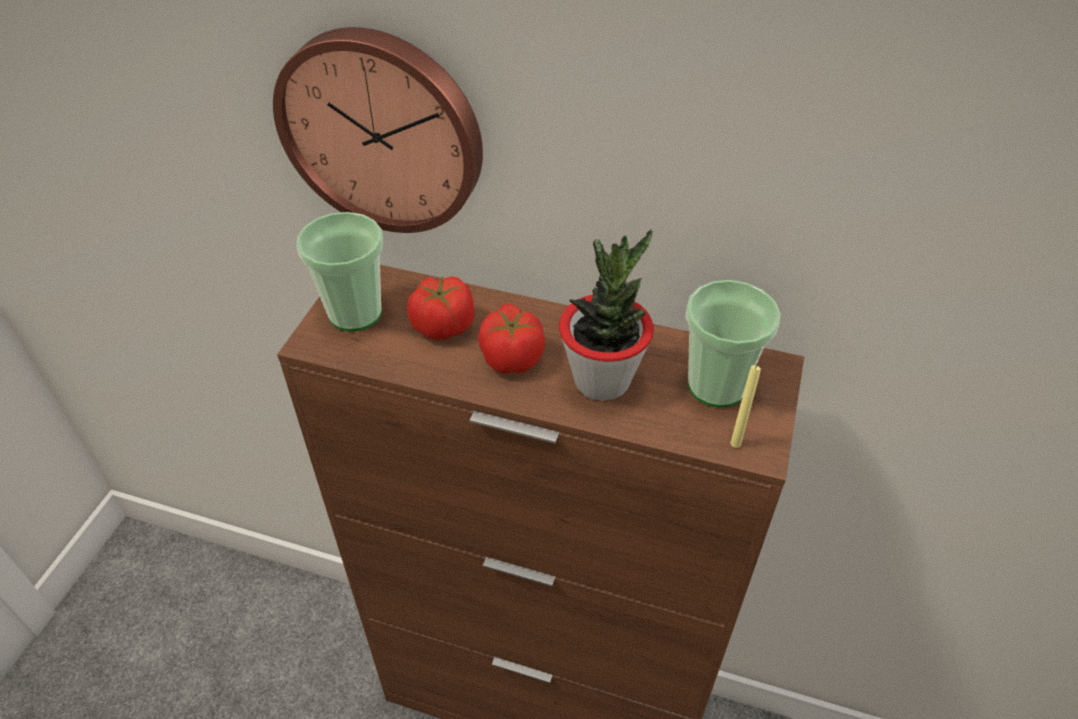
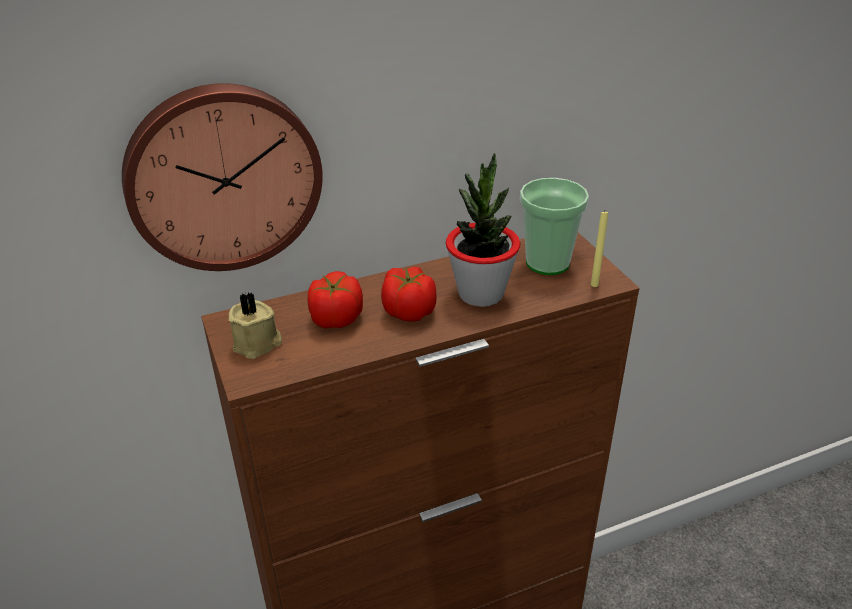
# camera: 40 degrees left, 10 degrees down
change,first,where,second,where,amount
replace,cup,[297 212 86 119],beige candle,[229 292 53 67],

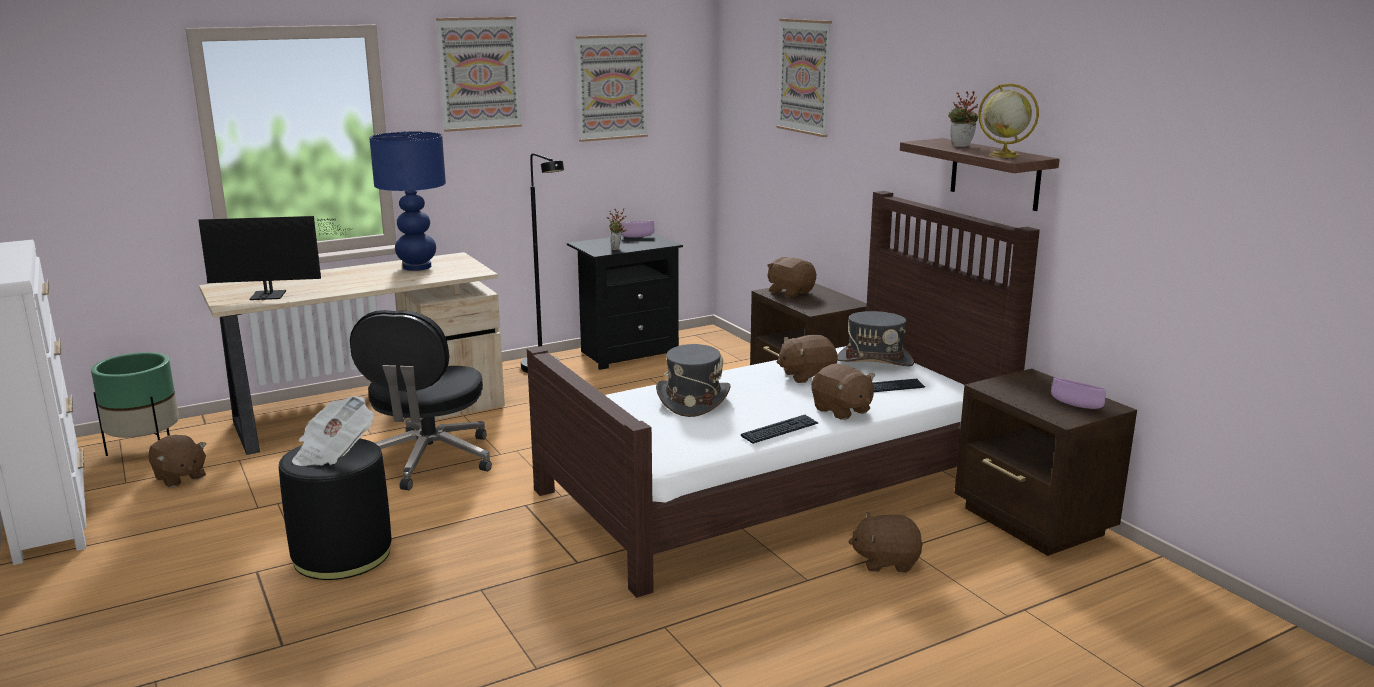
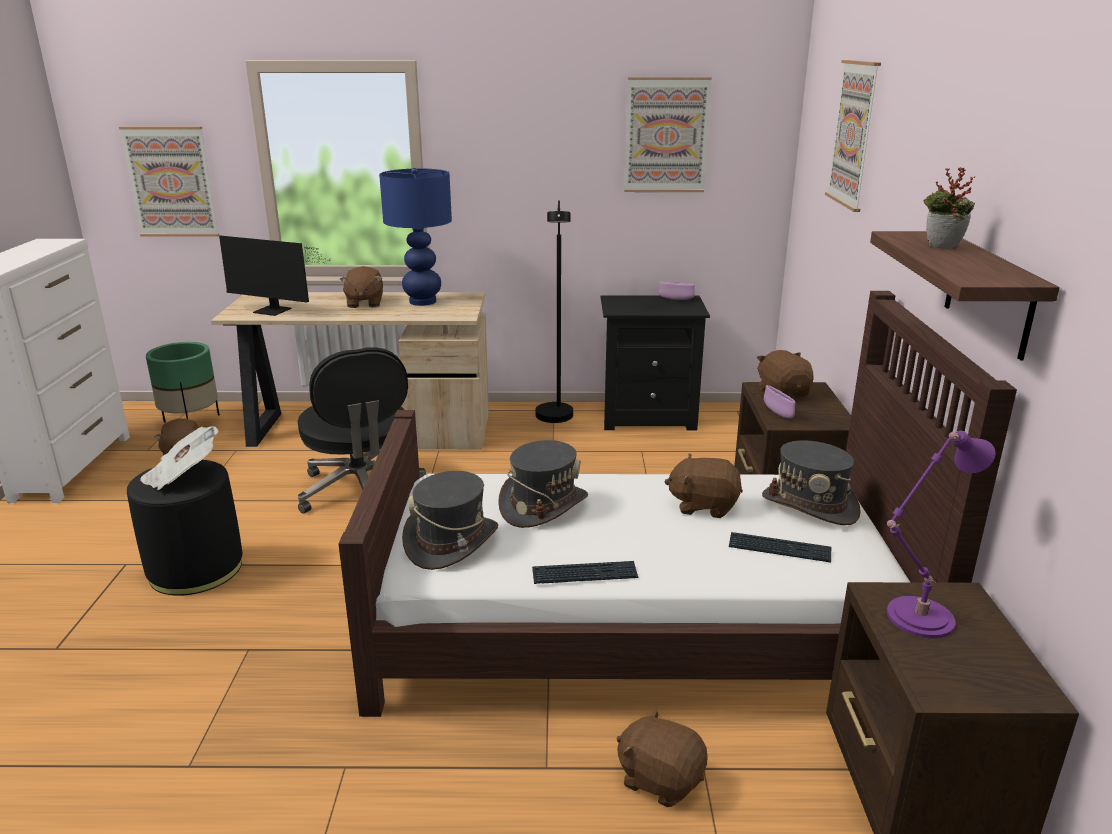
# camera: 30 degrees right, 5 degrees up
change,first,where,second,where,amount
move,picture,[436 17 86 115],,[119 126 100 111],
delete,globe,[978 84 61 74],,,
delete,houseplant,[607 209 20 41],,,
rotate,blackish office chair,[350 310 142 180],,[298 347 128 167],60 degrees counterclockwise
move,brown-coloured soft toy,[811 364 64 56],,[340 266 43 42],
move,purple serving bowl,[1051 378 55 31],,[764 385 31 34],
insert,,,purple table lamp,[887 431 108 207],
insert,,,greyish clothing hat,[402 471 96 99],

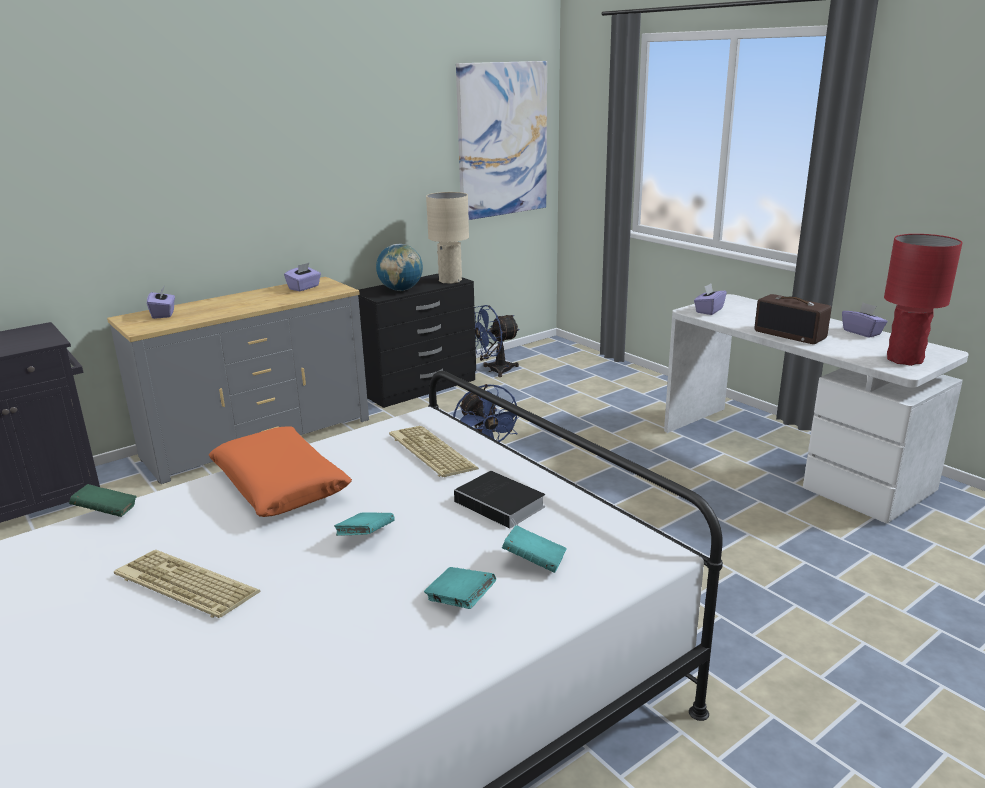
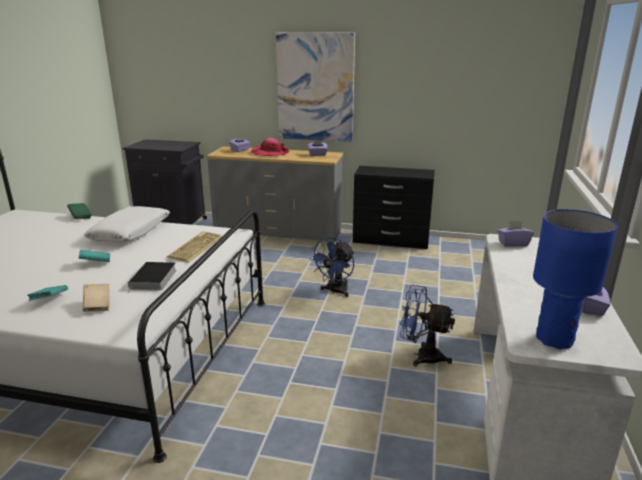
# camera: 50 degrees right, 0 degrees up
change,first,where,second,where,amount
move,picture,[456 61 91 159],,[276 32 79 110],
delete,beige table lamp,[426 192 43 92],,,
recolor,red-coloured table lamp,[884 234 78 132],bluish table lamp,[533 209 85 140],
delete,globe,[376 244 47 47],,,
delete,radio set,[755 294 76 50],,,
move,bluish fan,[474 305 46 72],,[400 285 55 81],
recolor,orangey pillow,[208 426 144 91],white-coloured pillow,[84 206 86 36],
recolor,blue-green volume,[502 525 64 48],beige volume,[83 284 27 28],
delete,PC keyboard,[114 550 147 68],,,
insert,,,clothing hat,[251 138 38 18],

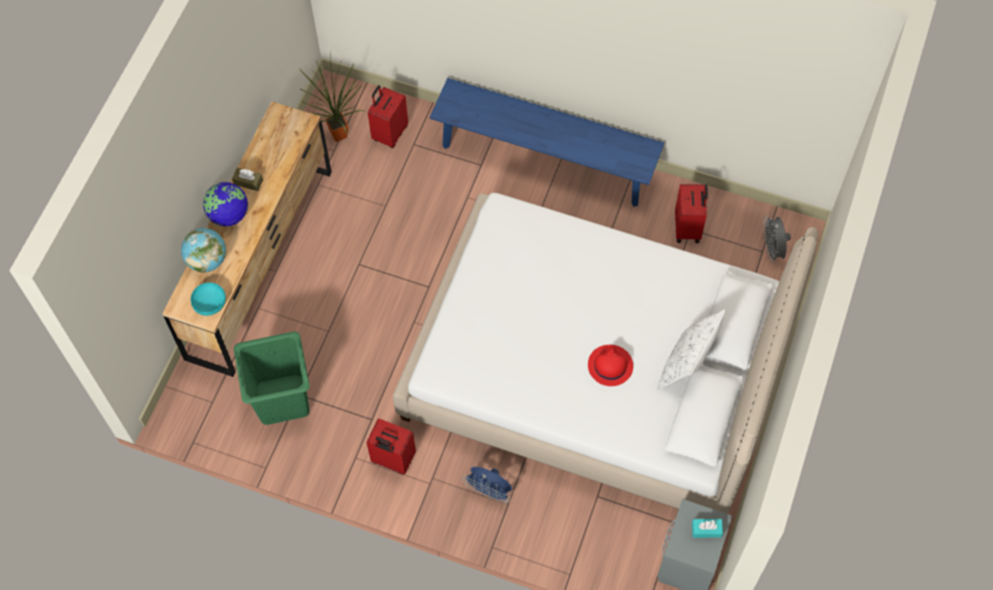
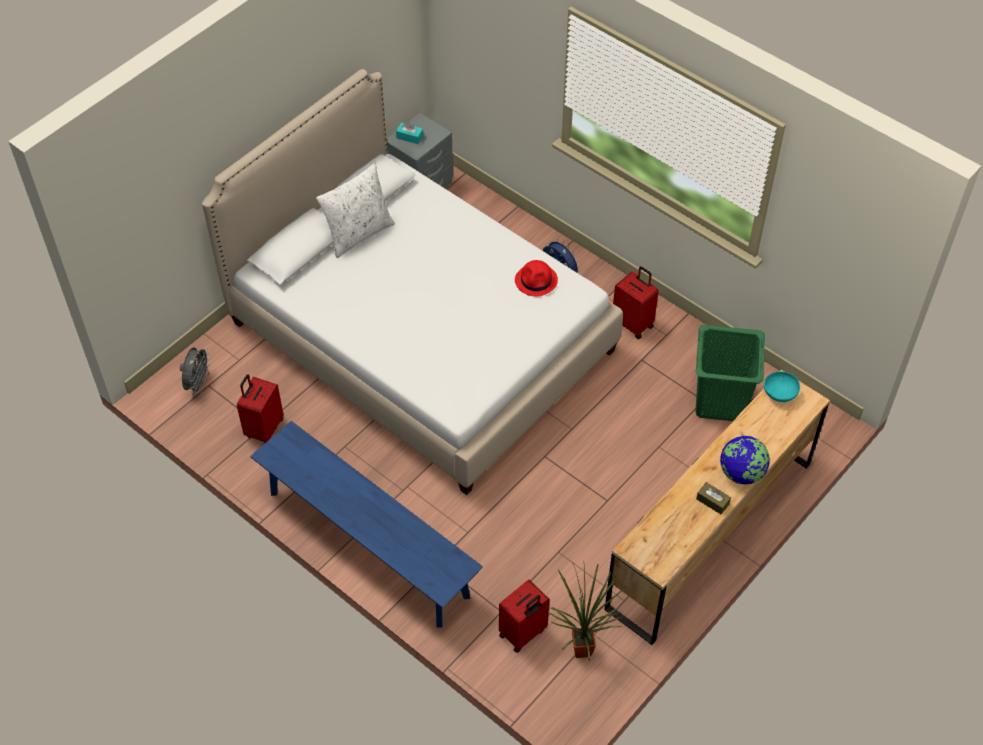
# camera: 160 degrees left, 10 degrees down
change,first,where,second,where,amount
delete,globe,[181 228 45 45],,,
move,red-coloured clothing hat,[588 345 45 41],,[515 260 43 37],

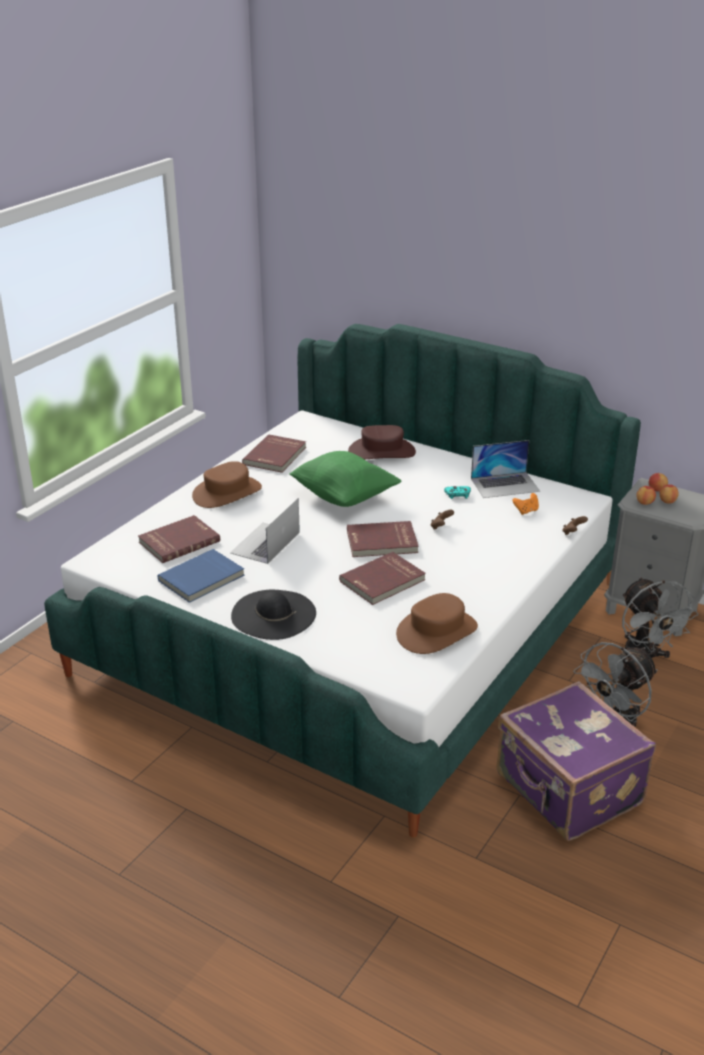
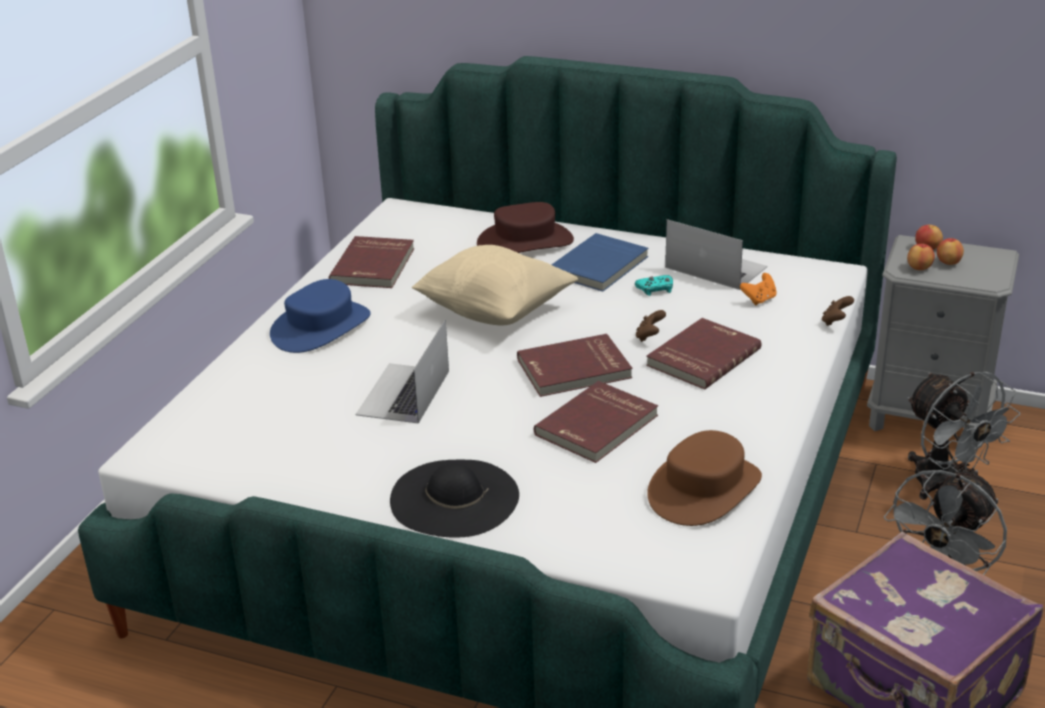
# camera: 10 degrees left, 0 degrees up
change,first,where,second,where,amount
rotate,notebook computer,[471 440 69 58],,[665 219 102 71],120 degrees counterclockwise
recolor,green-coloured pillow,[289 451 113 56],beige pillow,[412 245 166 81],
recolor,brown-coloured clothing hat,[192 461 70 47],bluish clothing hat,[270 279 101 74],
move,red-coloured volume,[138 515 82 48],,[646 318 115 72],
move,bluish volume,[158 549 86 54],,[552 233 96 58],

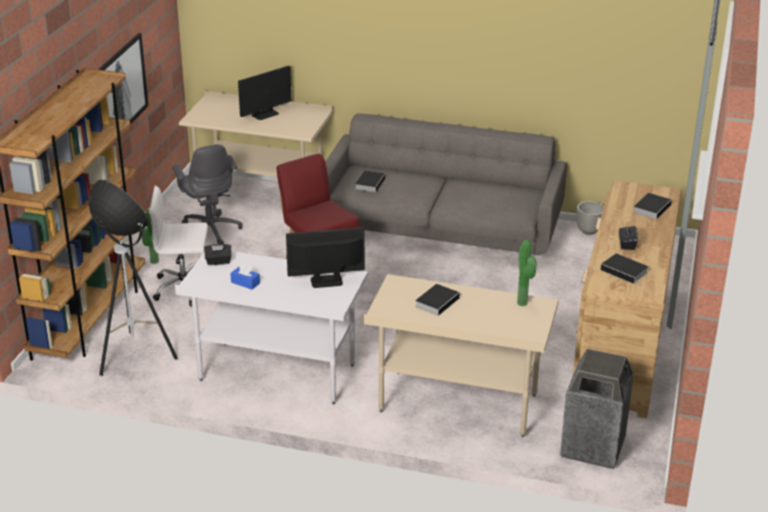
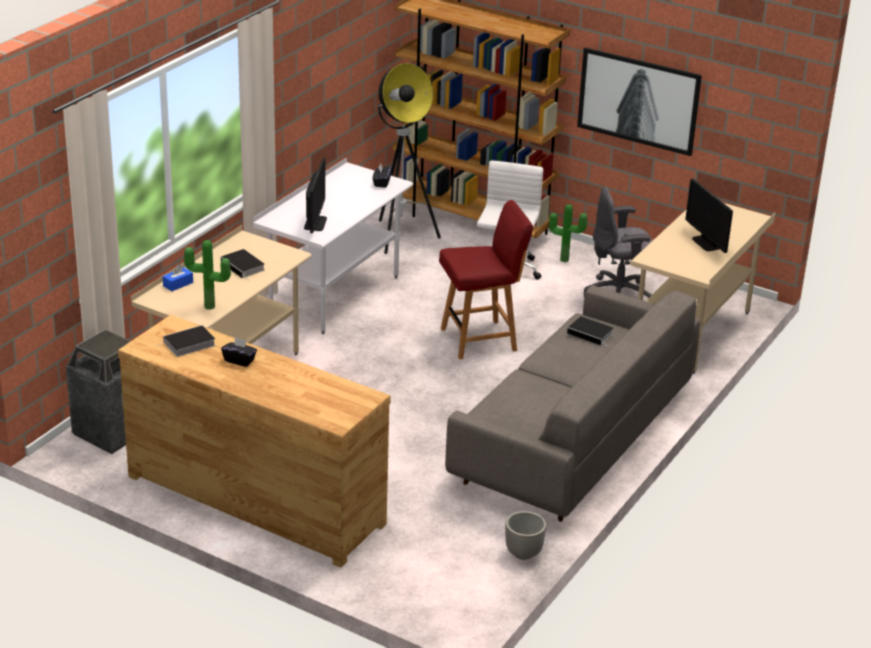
# camera: 105 degrees right, 0 degrees up
change,first,where,second,where,amount
delete,volume,[633 193 39 27],,,
move,bluish tissue holder,[230 263 30 27],,[163 264 30 27],

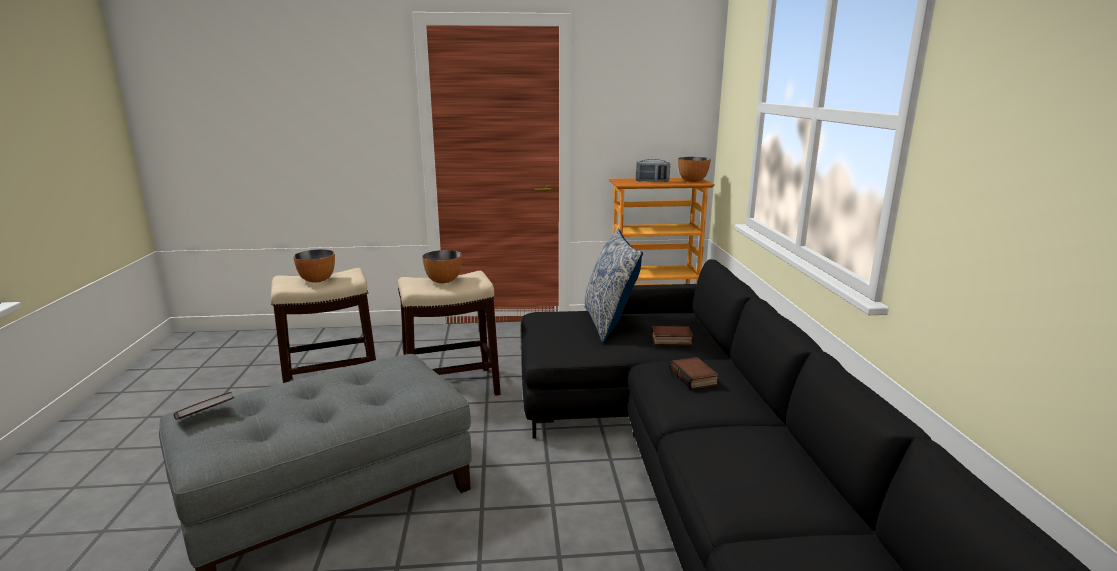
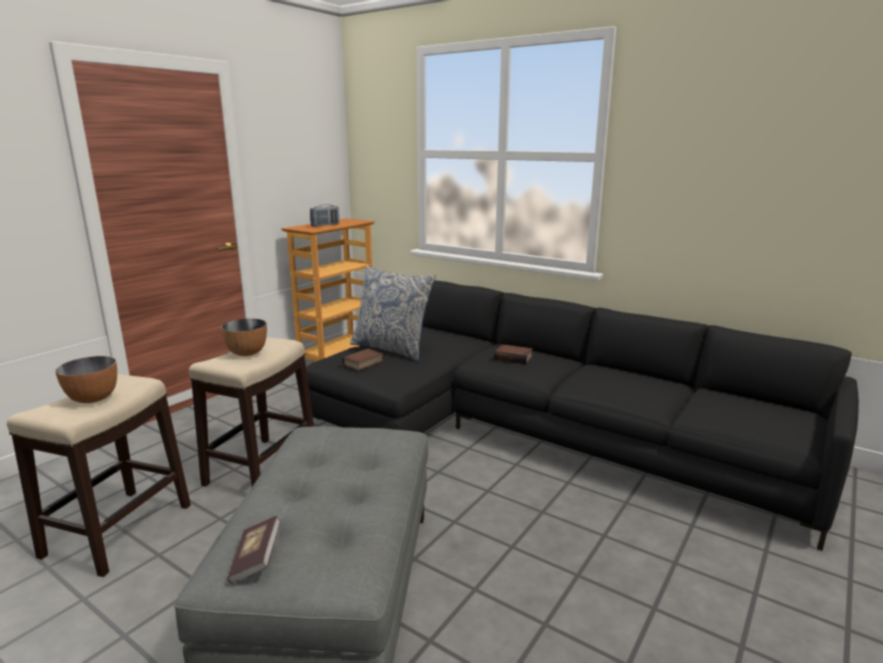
# camera: 50 degrees left, 0 degrees up
change,first,where,second,where,amount
delete,serving bowl,[678 157 33 25],,,
move,volume,[652 326 41 19],,[342 348 42 23],

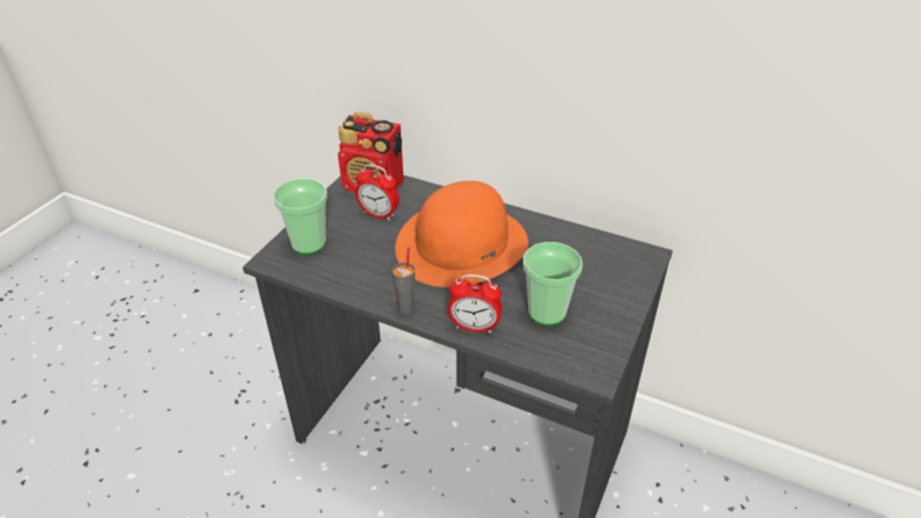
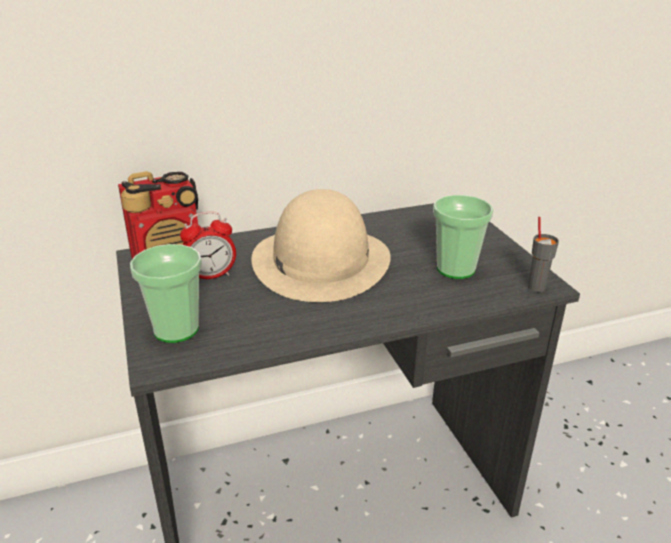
# camera: 45 degrees left, 10 degrees down
change,first,where,second,where,amount
recolor,orangey clothing hat,[395 181 133 106],beige clothing hat,[251 189 140 113],
move,greyish cup,[392 248 23 66],,[528 217 31 75],
delete,table clock,[448 274 54 59],,,

